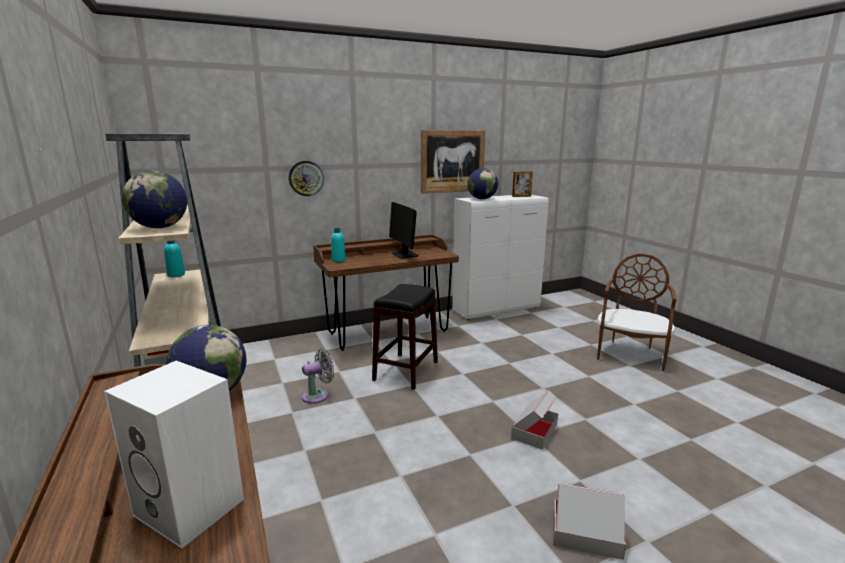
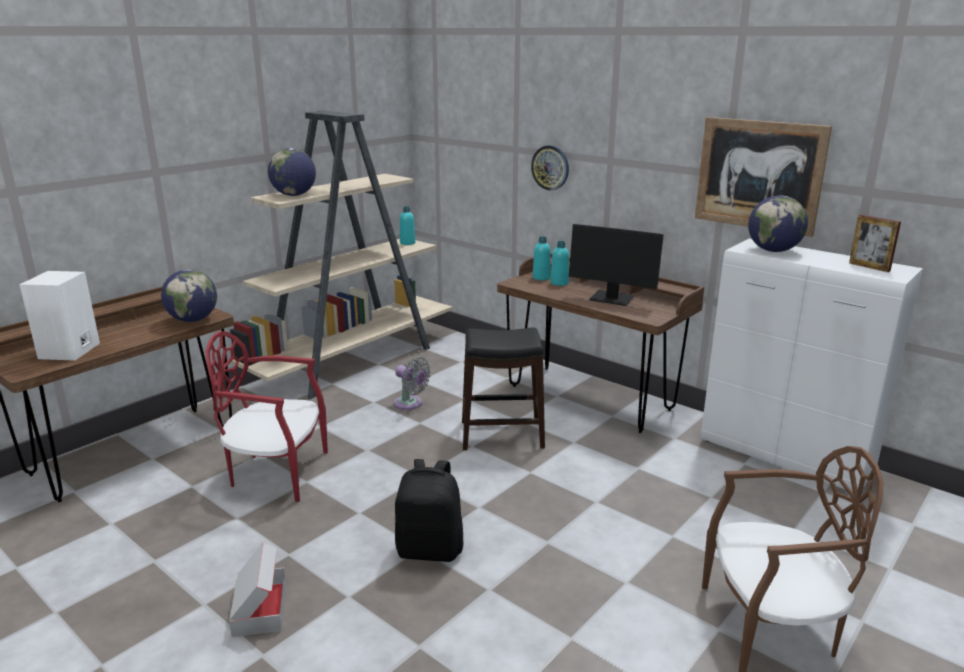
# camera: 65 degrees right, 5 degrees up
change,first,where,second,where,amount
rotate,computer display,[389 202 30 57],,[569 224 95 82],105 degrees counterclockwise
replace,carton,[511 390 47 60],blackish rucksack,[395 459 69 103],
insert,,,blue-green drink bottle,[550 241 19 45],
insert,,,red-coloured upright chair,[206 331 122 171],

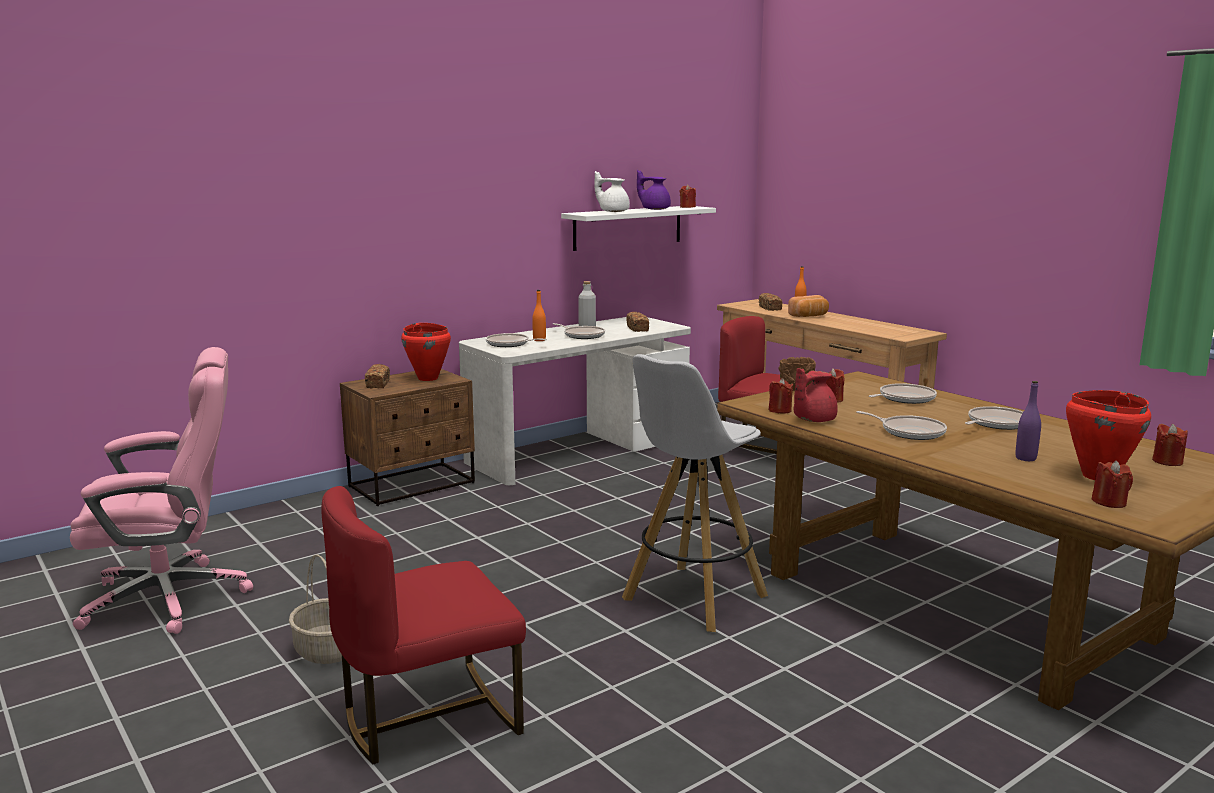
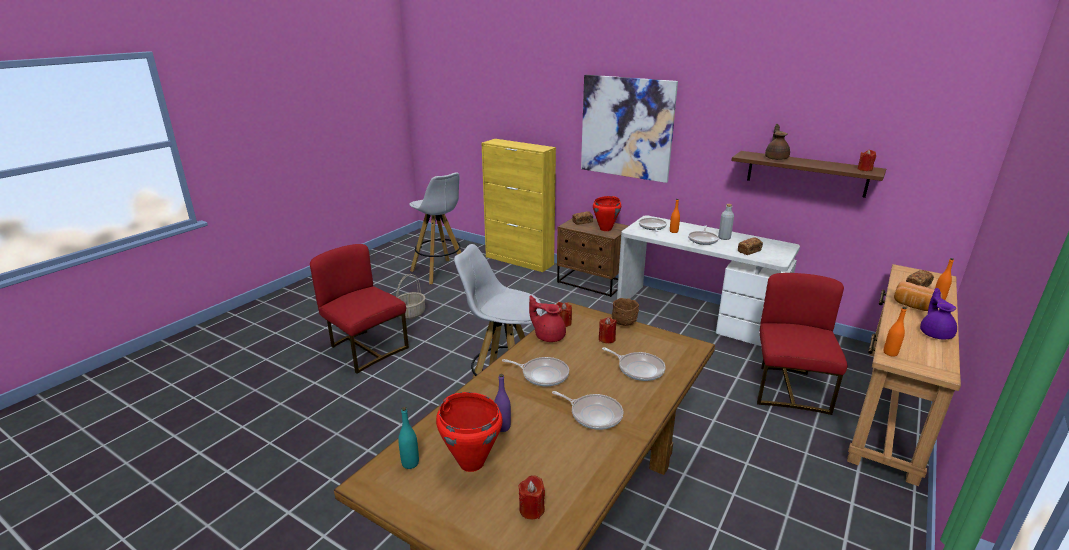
# camera: 70 degrees right, 10 degrees up
change,first,where,second,where,amount
move,purple pot for tea,[637 170 34 40],,[920 288 37 52],
recolor,white-coloured pot for tea,[595 171 35 41],brown-coloured pot for tea,[765 124 25 36],
recolor,white-coloured shelf,[561 206 155 45],brown-coloured shelf,[732 151 154 47],
replace,pinkish office chair,[70 347 183 287],white-coloured stool,[409 172 52 112],
rotate,skillet,[856 411 91 29],,[502 357 67 29],90 degrees counterclockwise
replace,red-coloured candle,[1092 460 41 48],blue-green drink bottle,[398 407 21 62],
insert,,,picture,[581 75 97 108],
insert,,,yellowish cabinet,[481 139 75 133],
insert,,,orangey drink bottle,[884 307 23 50],

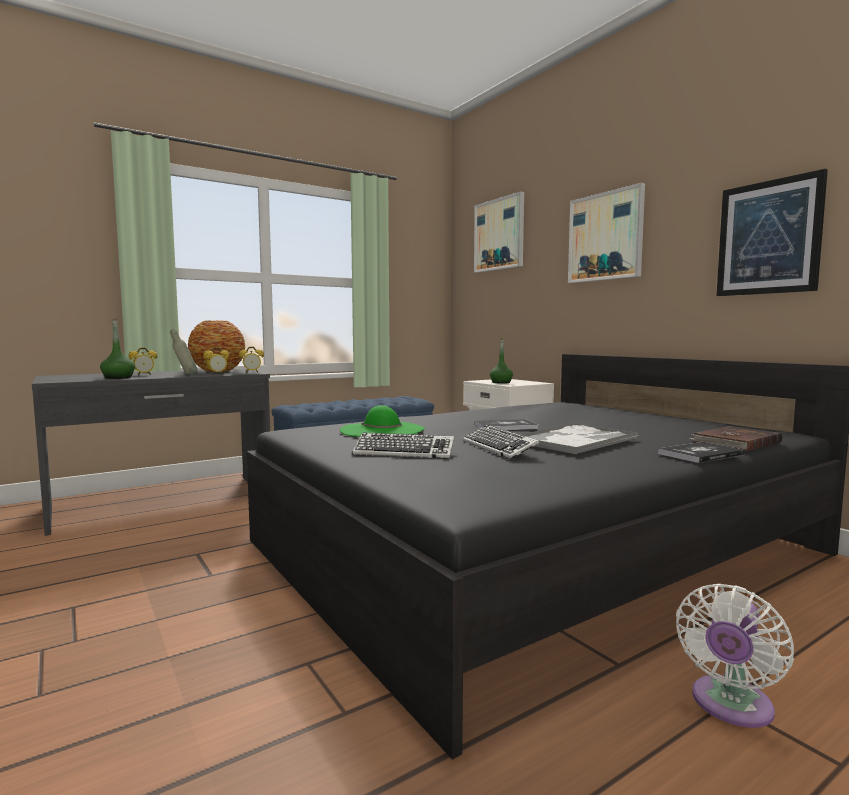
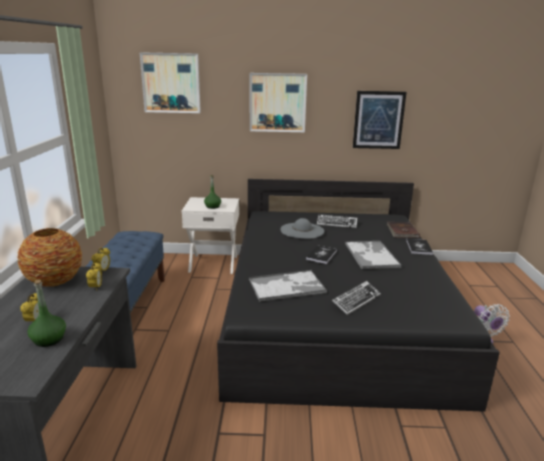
# camera: 55 degrees left, 15 degrees up
change,first,where,second,where,amount
delete,greyish drink bottle,[170 329 28 46],,,
replace,green-coloured clothing hat,[340 405 85 32],serving tray,[249 270 78 32],
move,PC keyboard,[463 424 76 35],,[317 214 40 14],
insert,,,greyish clothing hat,[280 218 44 21],

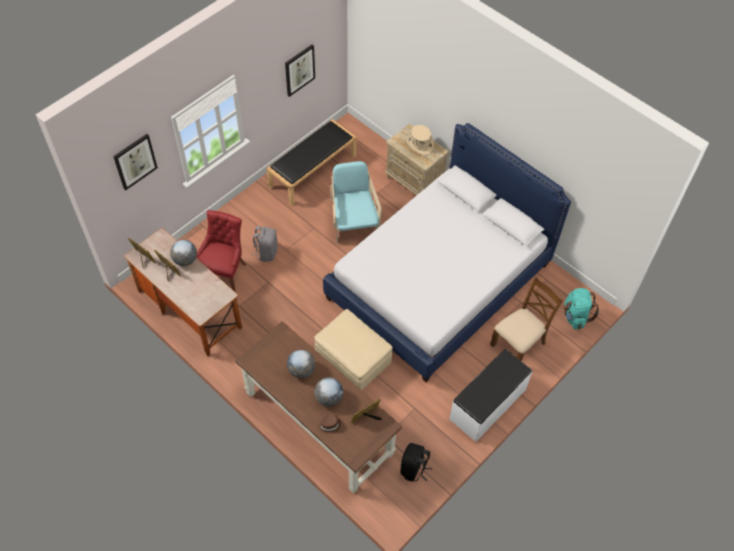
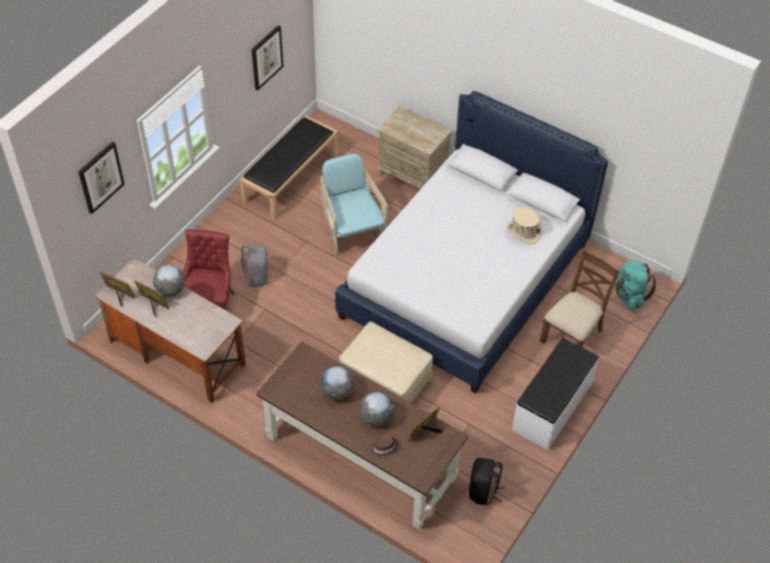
# camera: 10 degrees left, 5 degrees down
change,first,where,second,where,amount
move,beige clothing hat,[407 125 27 30],,[507 207 35 37],

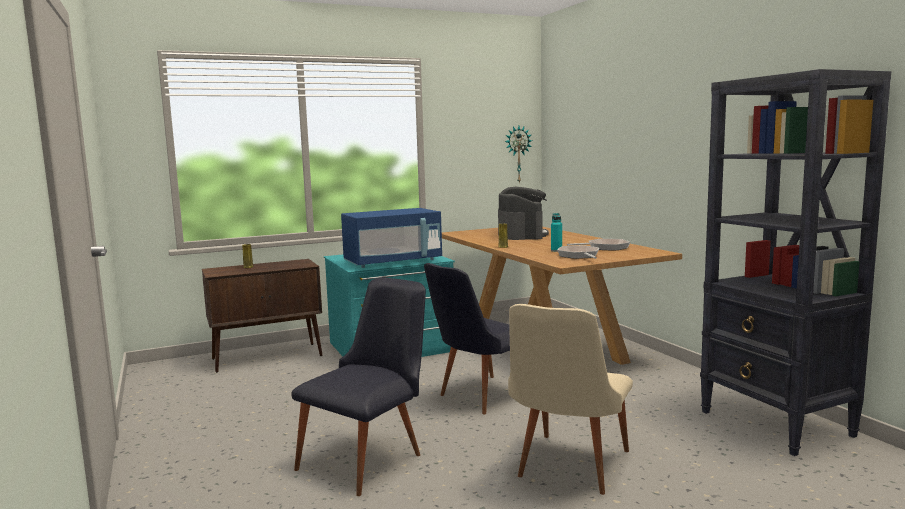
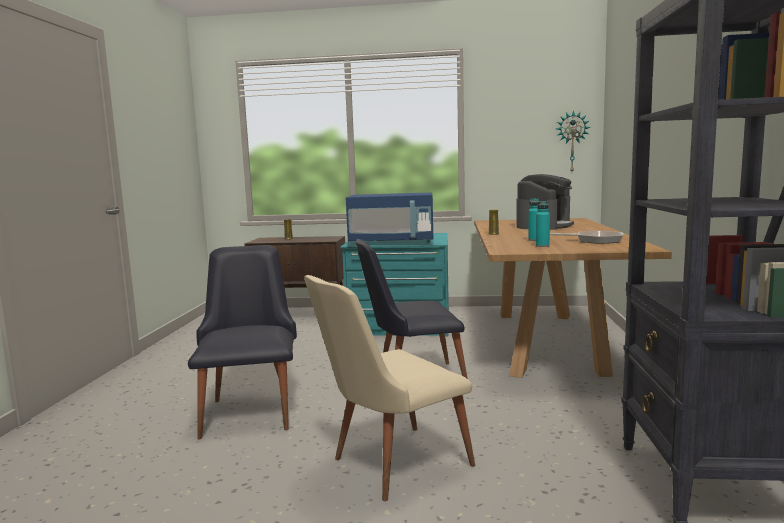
# camera: 30 degrees right, 0 degrees up
change,first,where,second,where,amount
replace,skillet,[557 245 42 14],blue-green drink bottle,[536 201 14 46],
rotate,blackish upright chair,[291 277 135 219],,[188 245 109 194],75 degrees counterclockwise

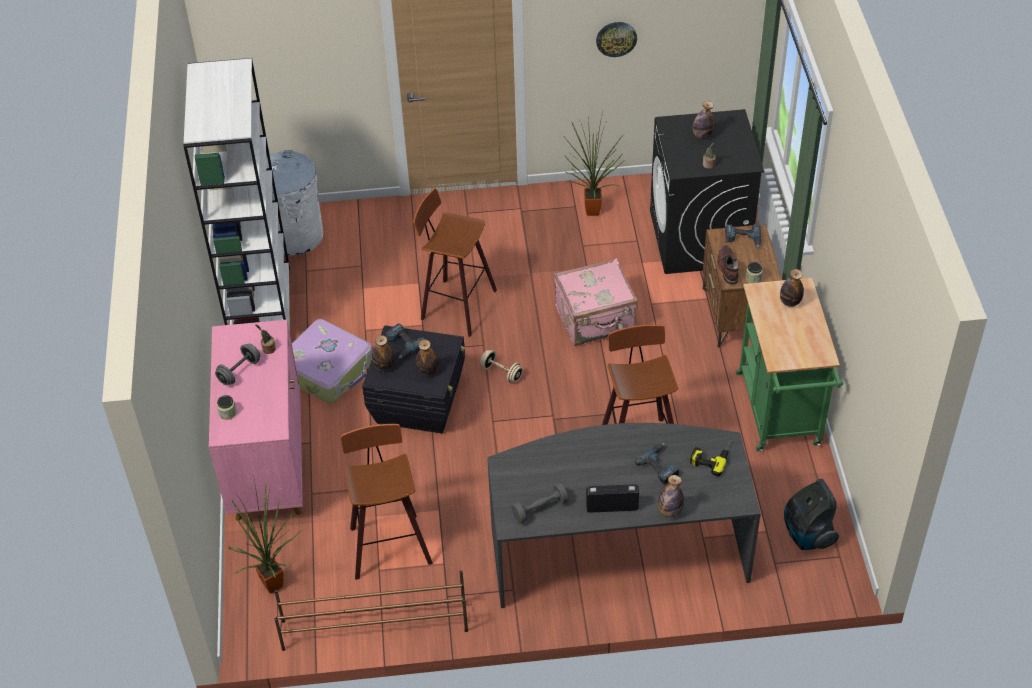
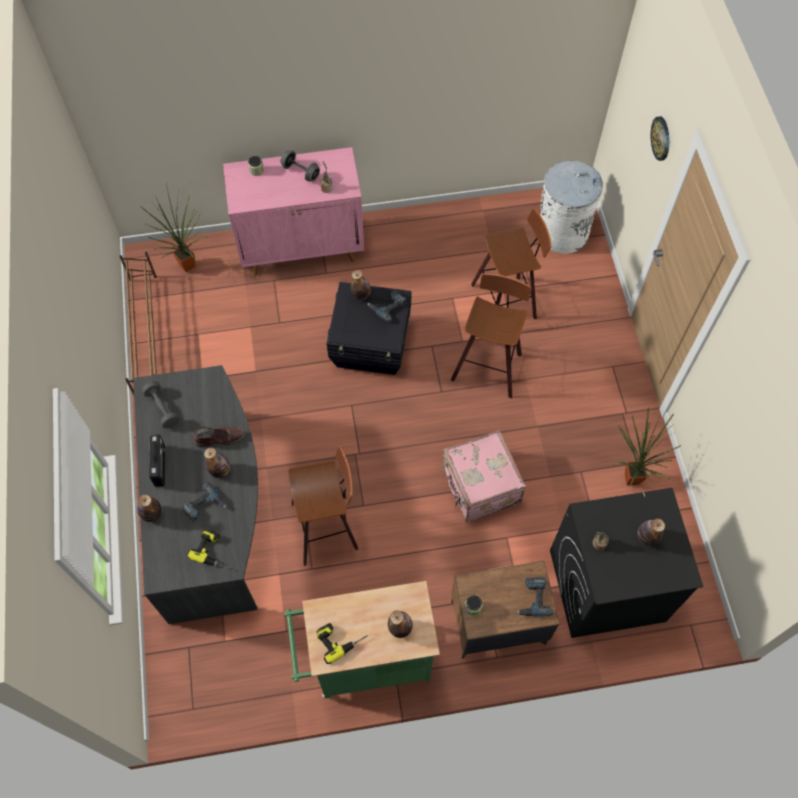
# camera: 85 degrees right, 15 degrees up
change,first,where,second,where,amount
move,wall clock,[596 22 41 35],,[651 116 18 45],
delete,white-coloured bookcase,[183 58 107 274],,,
move,brown-coloured high-top boot,[717 245 21 39],,[194 427 51 20],
delete,piece of luggage,[292 319 80 85],,,
move,drink bottle,[416 340 23 36],,[204 447 26 31],
delete,beige hand weight,[480 350 43 32],,,
move,stool,[341 424 92 156],,[471 208 81 111],
delete,hoover,[784 479 55 71],,,
insert,,,power drill,[317 623 51 41],

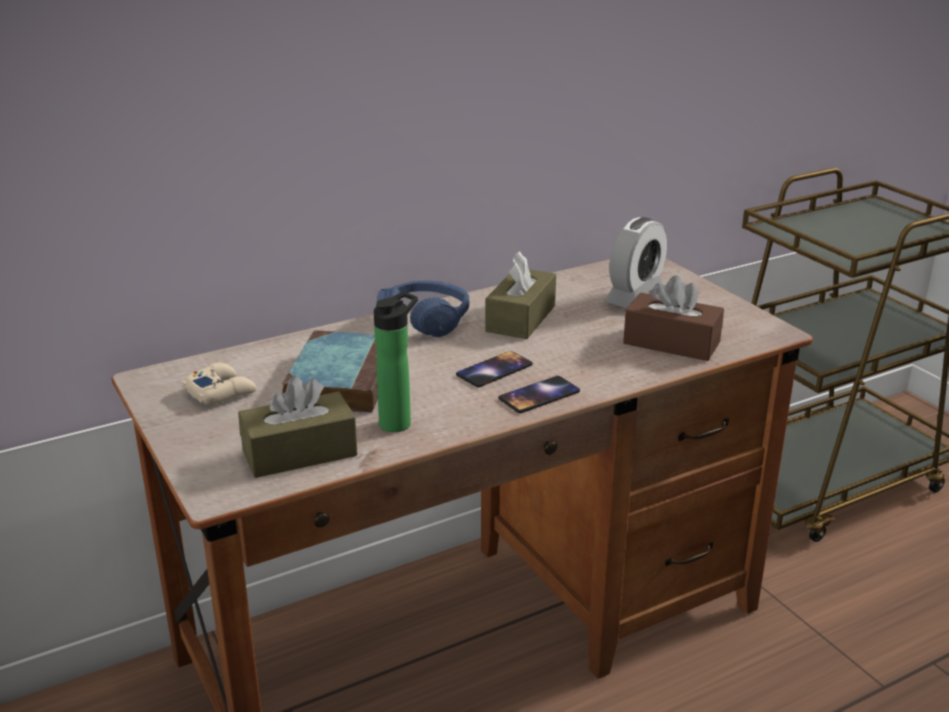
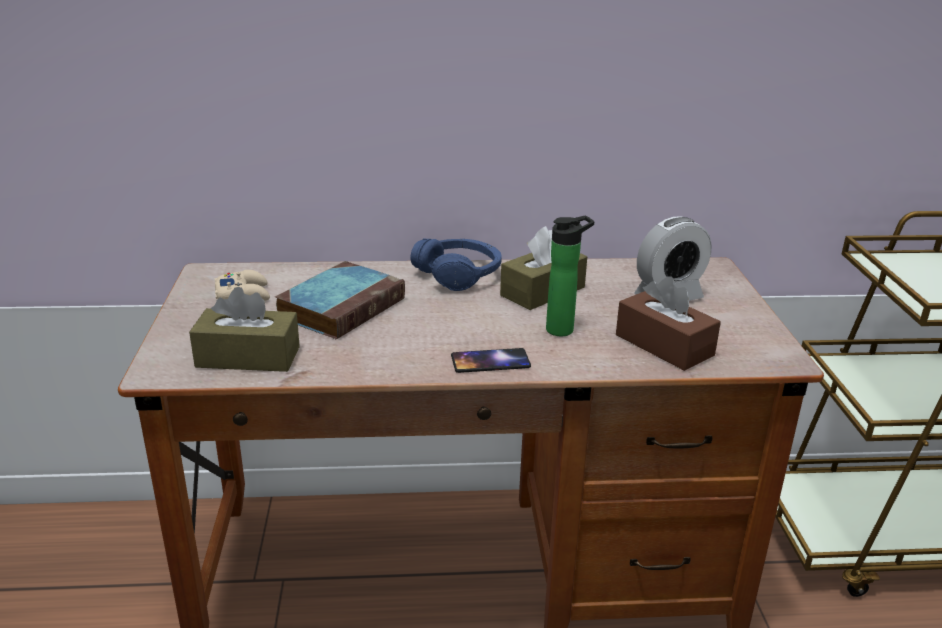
# camera: 25 degrees right, 0 degrees up
change,first,where,second,where,amount
move,drink bottle,[374 292 44 140],,[546 215 48 121],
delete,telephone,[456 351 77 36],,,

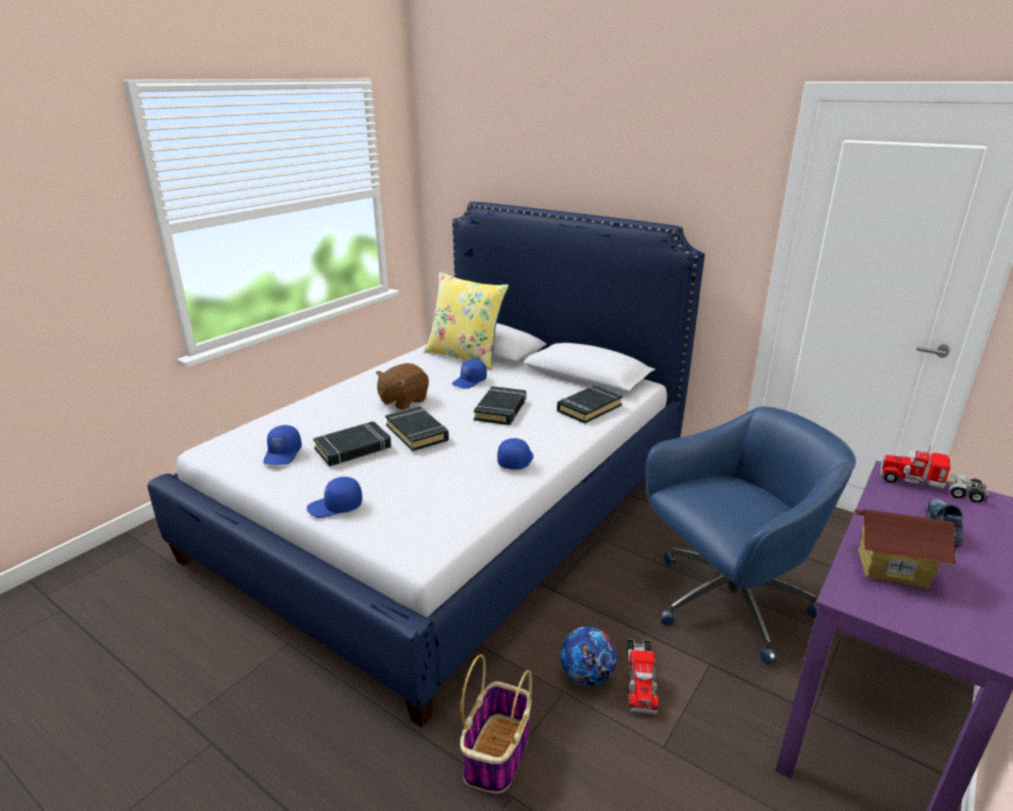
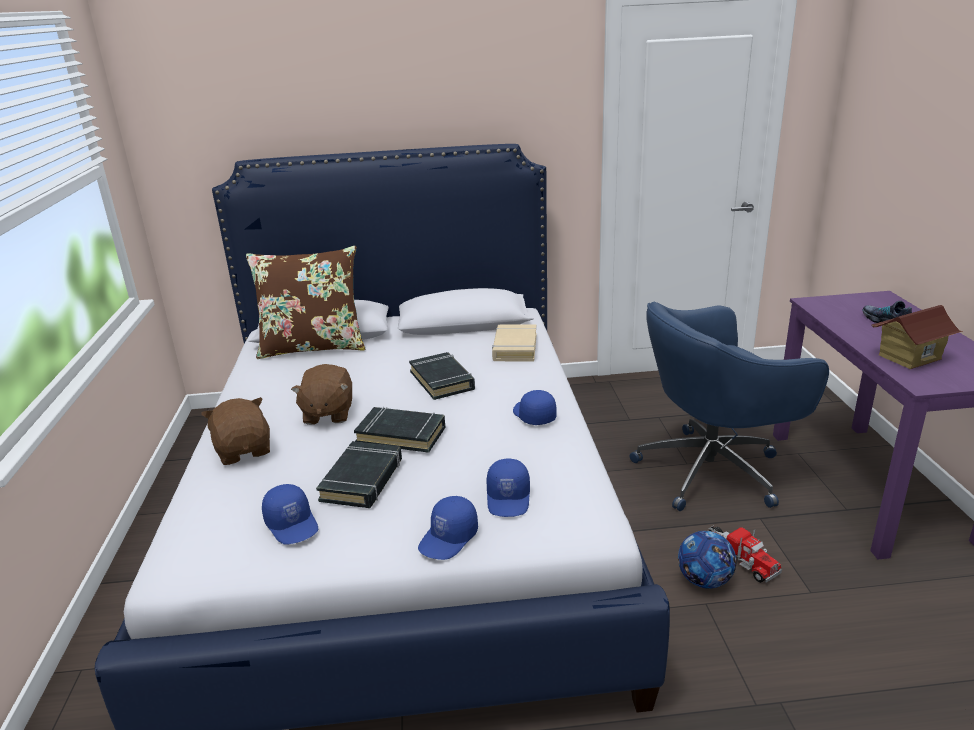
# camera: 40 degrees left, 0 degrees up
change,first,where,second,where,amount
recolor,yellowish pillow,[424 272 85 98],brown-coloured pillow,[246 246 120 113],
move,bluish baseball cap,[452 359 35 30],,[486 459 44 58],
recolor,blackish volume,[557 385 66 39],beige volume,[492 324 45 37],
rotate,bluish office chair,[646 407 210 257],,[630 302 199 209],135 degrees counterclockwise
delete,toy lorry,[880 445 109 58],,,
delete,basket,[460 654 72 139],,,
insert,,,brown-coloured soft toy,[201 397 69 68],

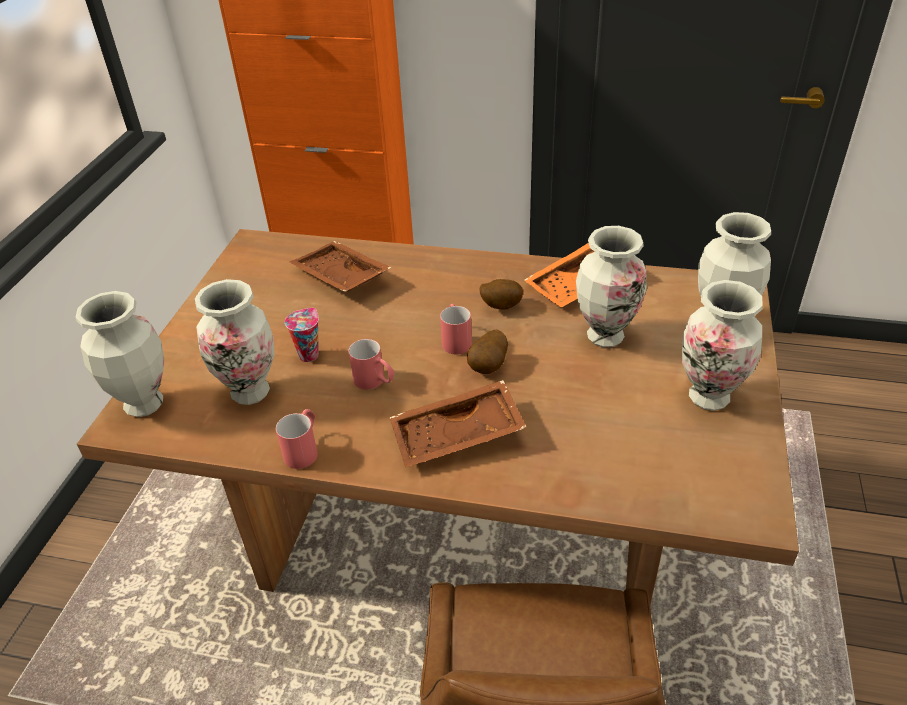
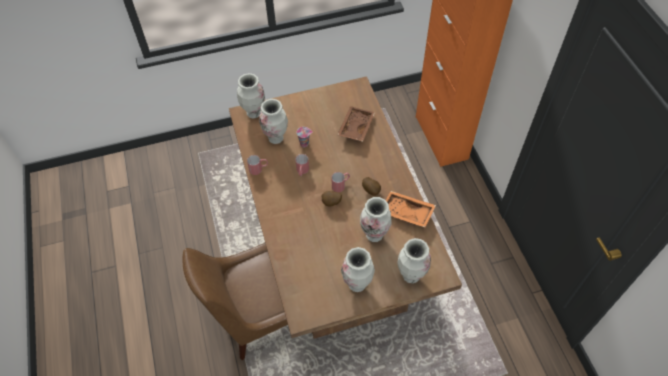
# camera: 60 degrees right, 15 degrees up
change,first,where,second,where,amount
delete,brown-coloured serving tray,[390 380 137 87],,,

